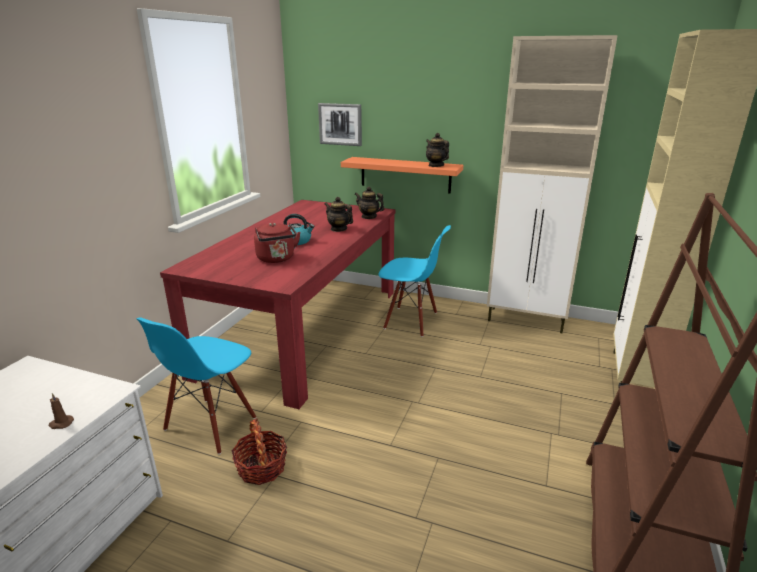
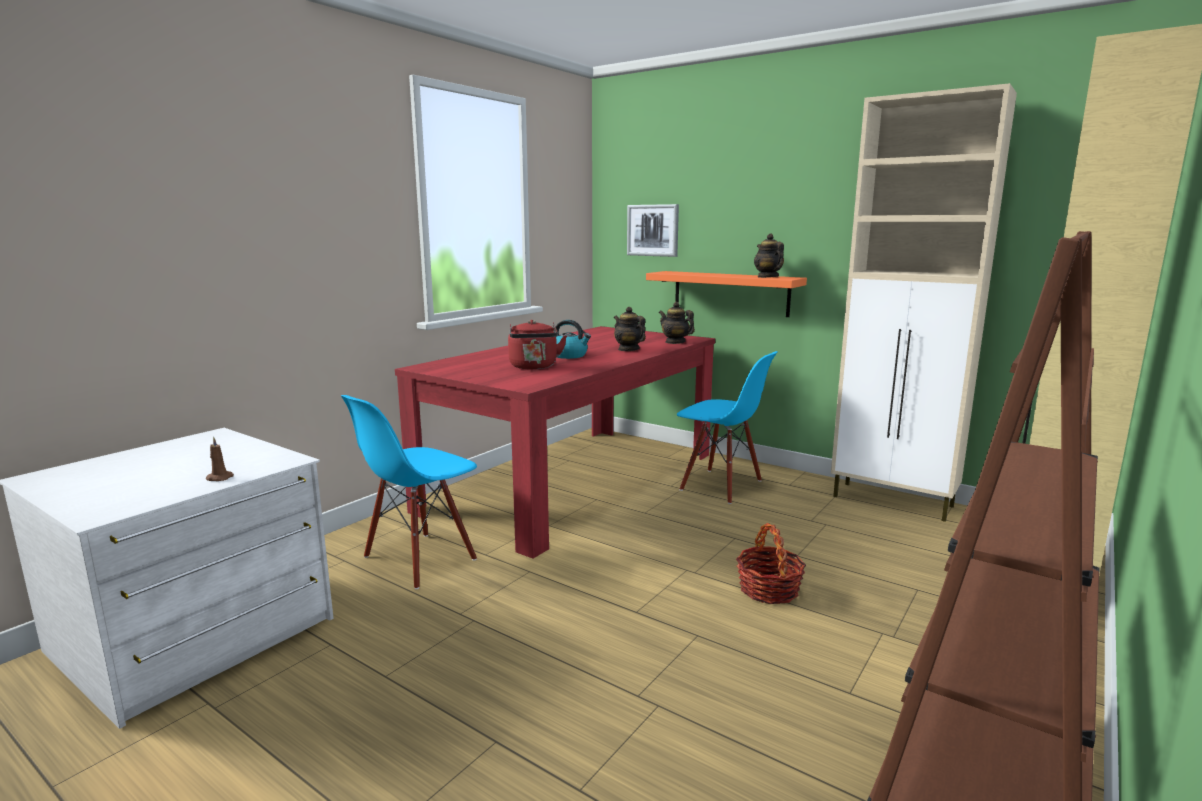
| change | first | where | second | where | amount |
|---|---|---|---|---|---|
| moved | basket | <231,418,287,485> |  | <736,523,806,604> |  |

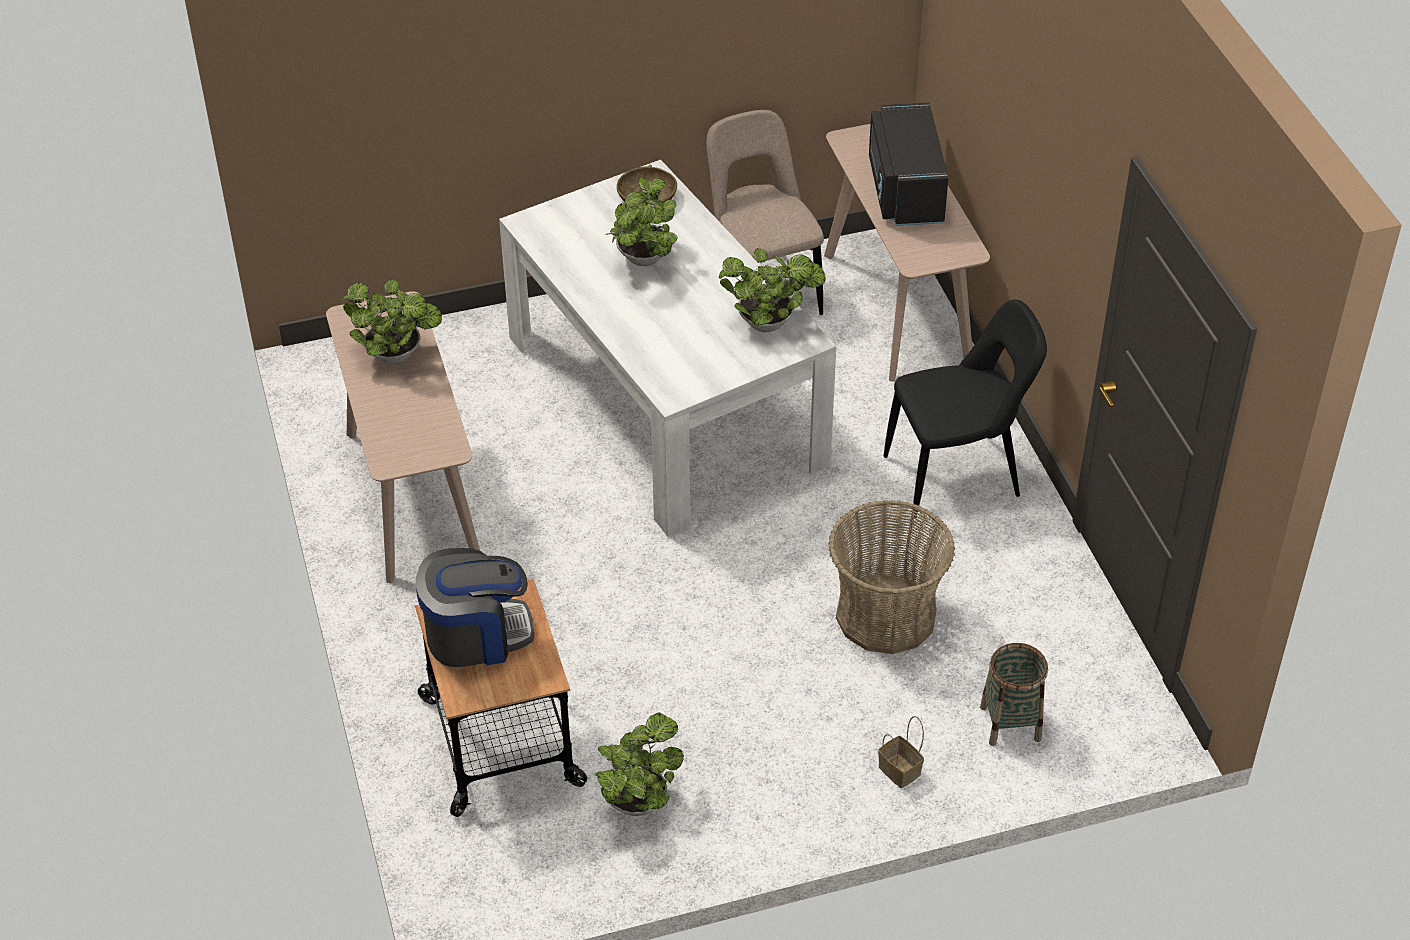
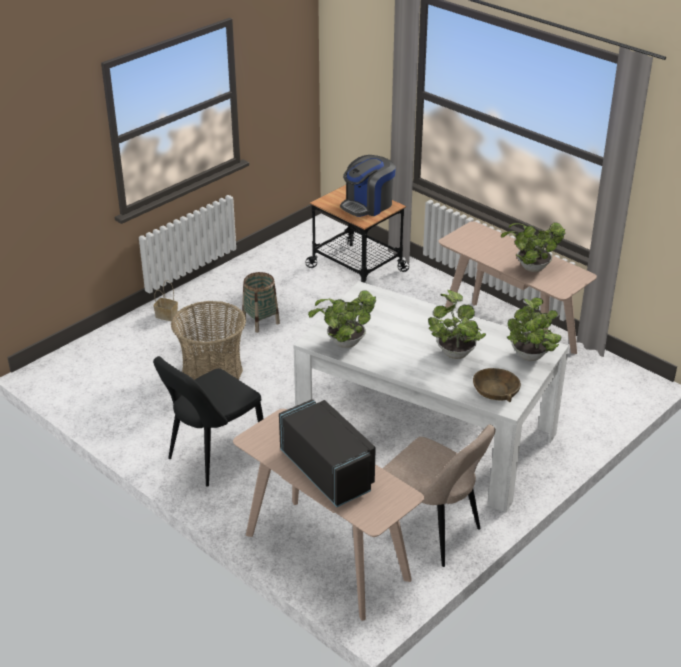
| change | first | where | second | where | amount |
|---|---|---|---|---|---|
| moved | basket | <980,643,1048,746> |  | <242,272,280,333> |  |
| moved | potted plant | <595,712,684,816> |  | <507,297,562,361> |  |

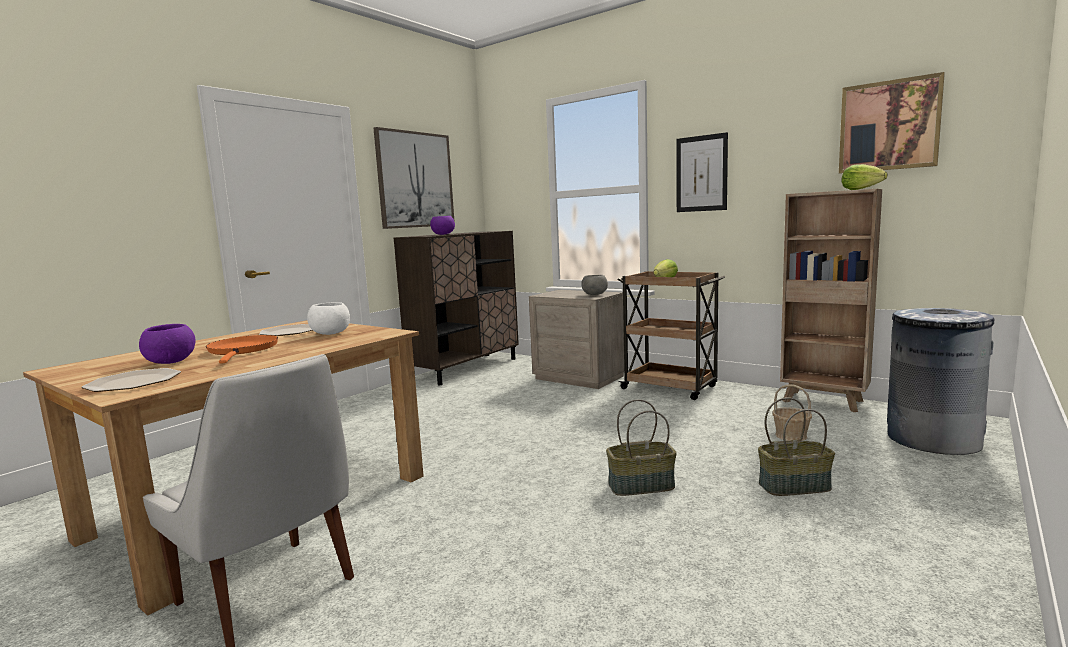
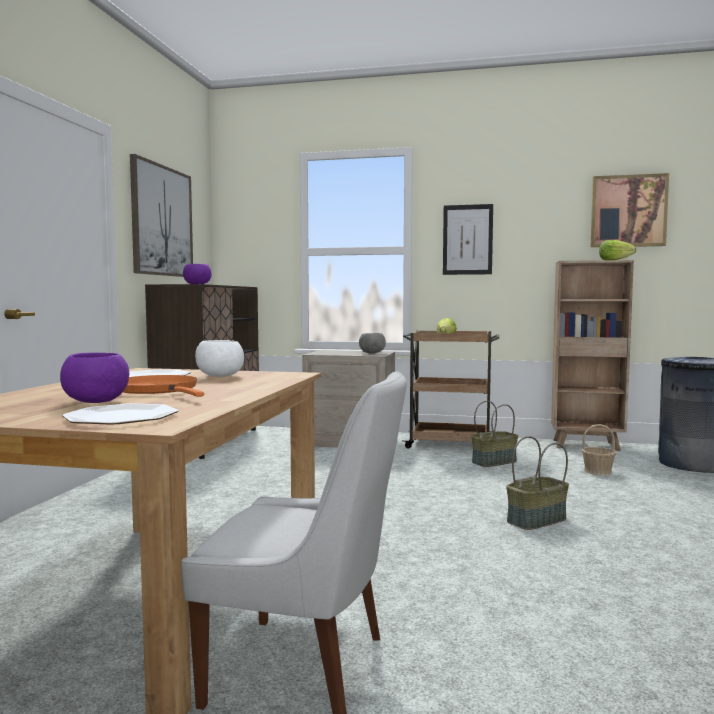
| change | first | where | second | where | amount |
|---|---|---|---|---|---|
| moved | basket | <758,397,835,496> |  | <471,401,518,467> |  |

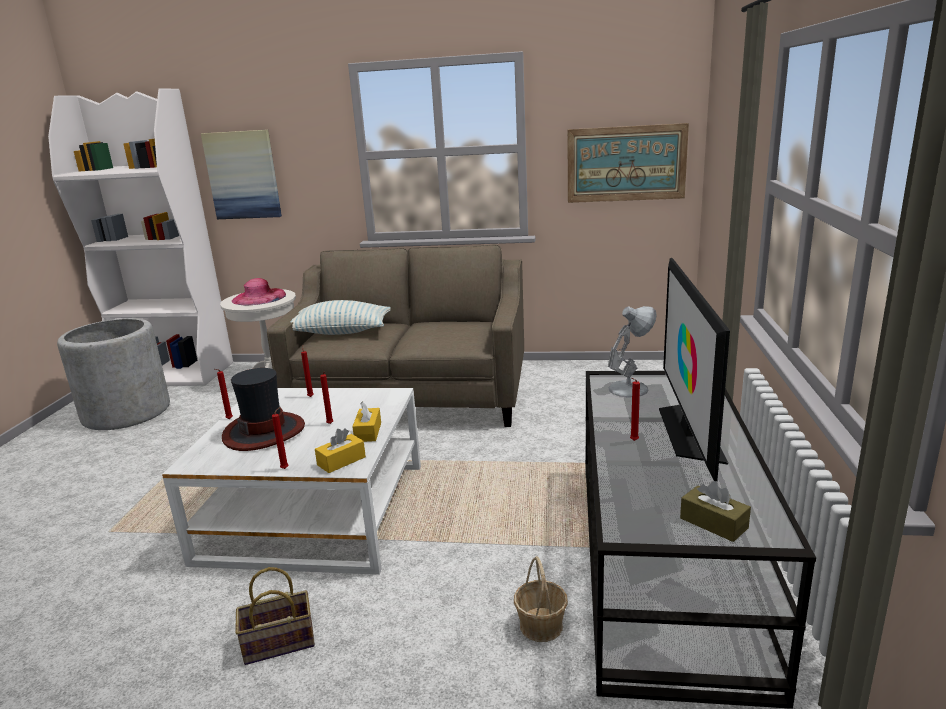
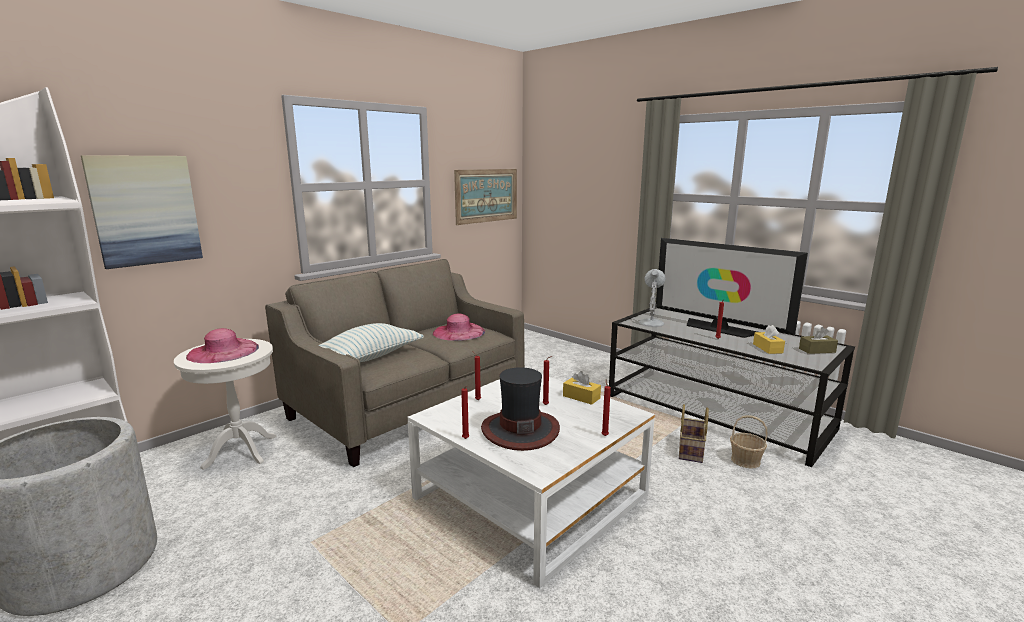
| change | first | where | second | where | amount |
|---|---|---|---|---|---|
| added |  |  | pink hat | <433,313,485,341> |  |
| moved | basket | <235,567,315,665> |  | <679,404,709,463> |  |
| moved | yellow tissue box | <315,428,366,473> |  | <753,325,785,354> |  |

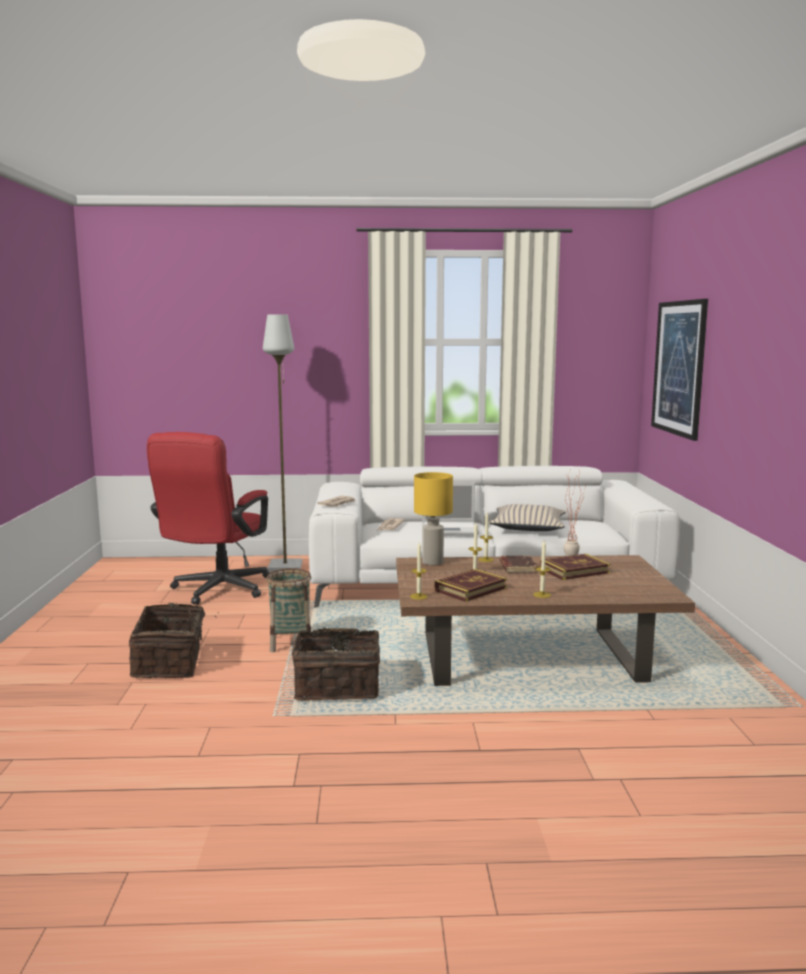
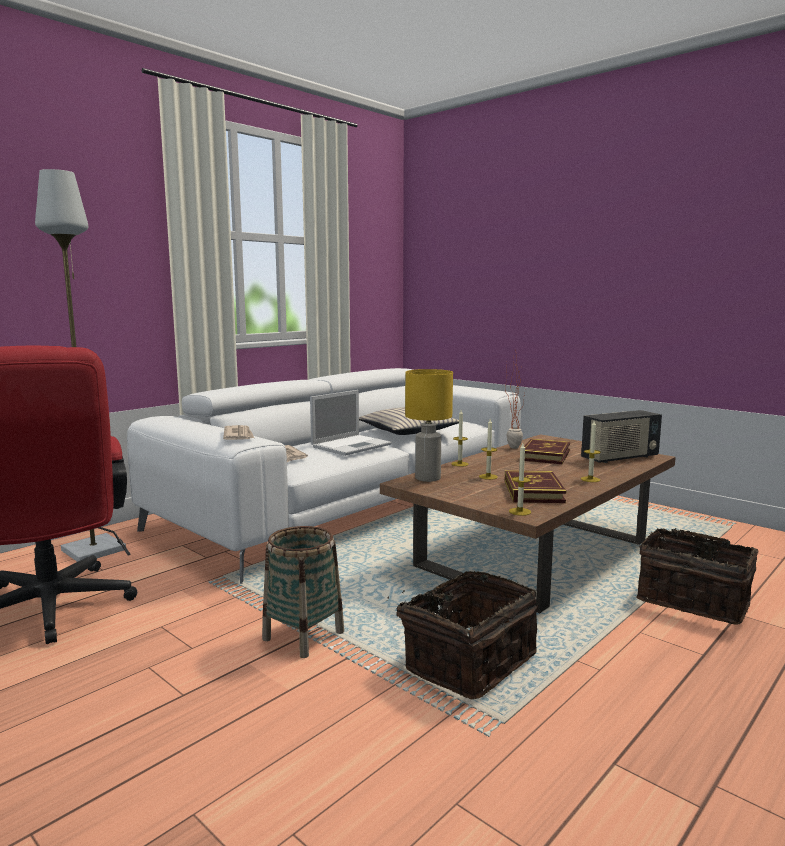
| change | first | where | second | where | amount |
|---|---|---|---|---|---|
| added |  |  | radio | <581,410,662,463> |  |
| moved | basket | <129,603,219,678> |  | <636,528,758,625> |  |
| removed | brown book | <500,556,537,573> |  |  |  |
| removed | picture | <651,299,708,441> |  |  |  |

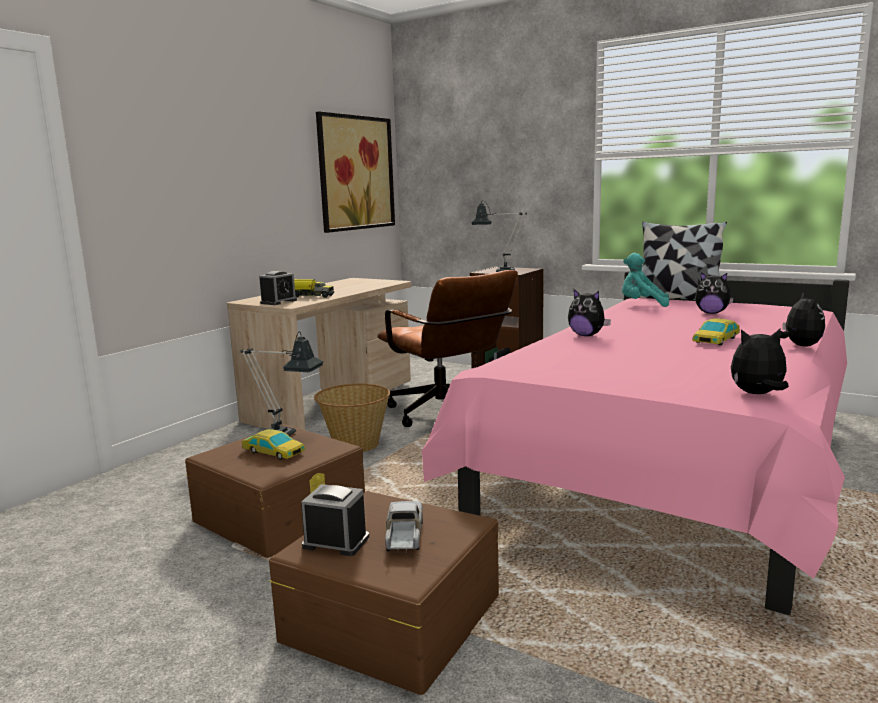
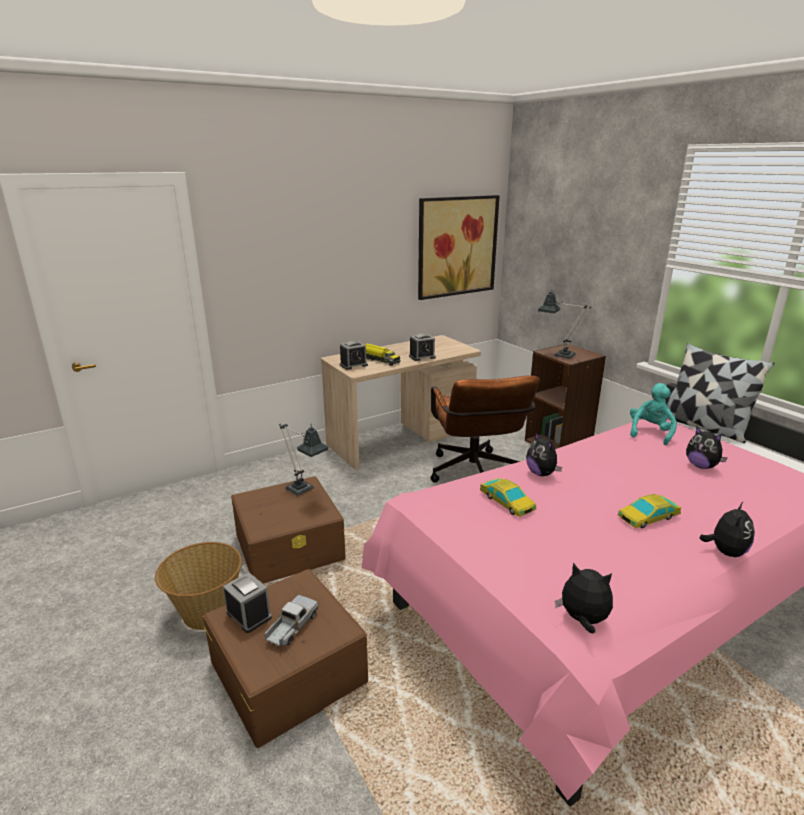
| change | first | where | second | where | amount |
|---|---|---|---|---|---|
| moved | basket | <314,384,390,452> |  | <155,542,242,630> |  |
| added |  |  | alarm clock | <409,334,436,361> |  |
| moved | toy car | <242,429,305,460> |  | <480,478,536,517> |  |
| turned | turquoise plush toy | <622,253,669,307> |  | <630,383,677,445> | 75 degrees clockwise |

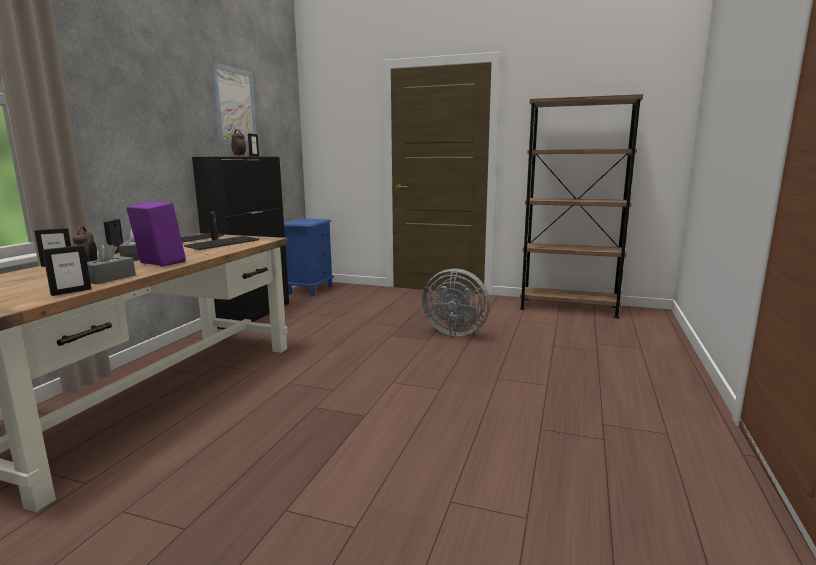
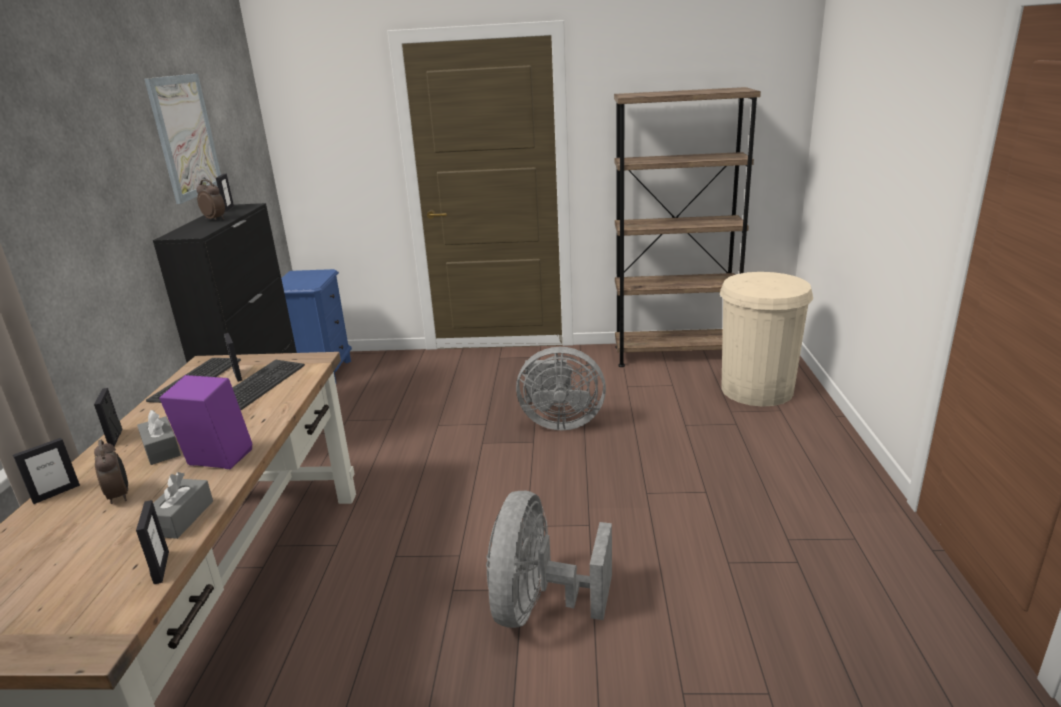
| change | first | where | second | where | amount |
|---|---|---|---|---|---|
| turned | picture frame | <42,245,91,296> |  | <136,500,169,584> | 45 degrees counterclockwise |
| added |  |  | grey fan | <486,491,612,628> |  |
| added |  |  | beige trash can | <720,272,813,407> |  |

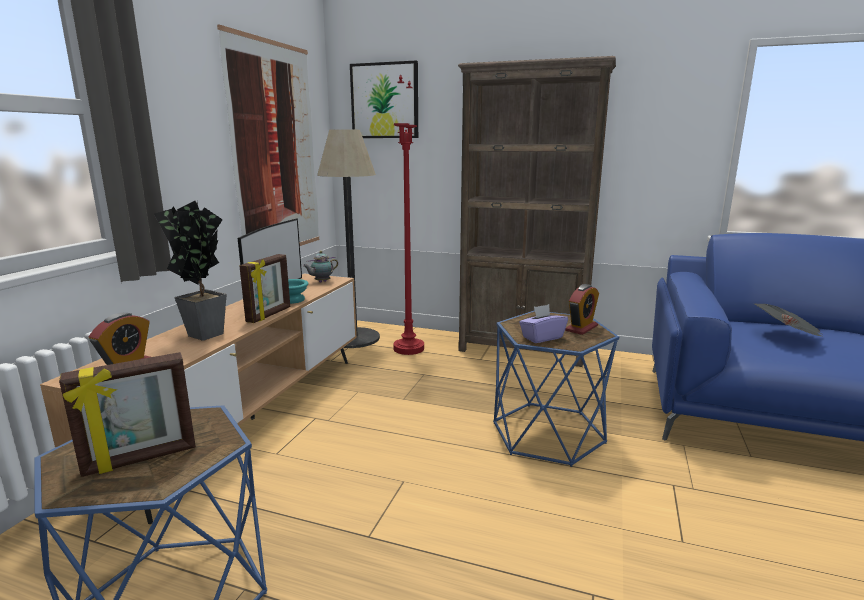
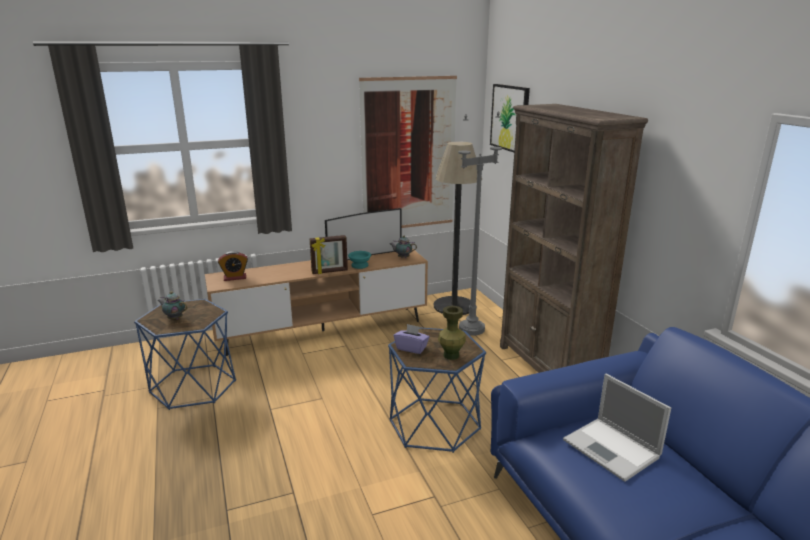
| change | first | where | second | where | amount |
|---|---|---|---|---|---|
| replaced | picture frame | <59,352,196,477> | teapot | <157,291,187,319> |  |
| replaced | alarm clock | <565,284,599,335> | green vase | <438,306,466,360> |  |
| recoloured | red floor lamp | <393,75,424,355> | grey floor lamp | <458,111,502,336> |  |
| replaced | newspaper | <754,304,822,336> | laptop | <563,374,671,482> |  |
| removed | potted plant | <154,201,227,341> |  |  |  |

